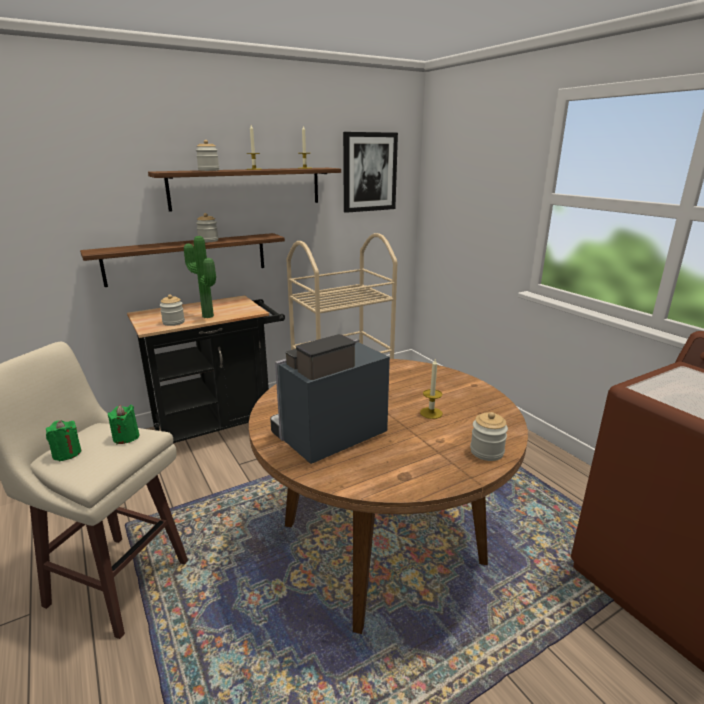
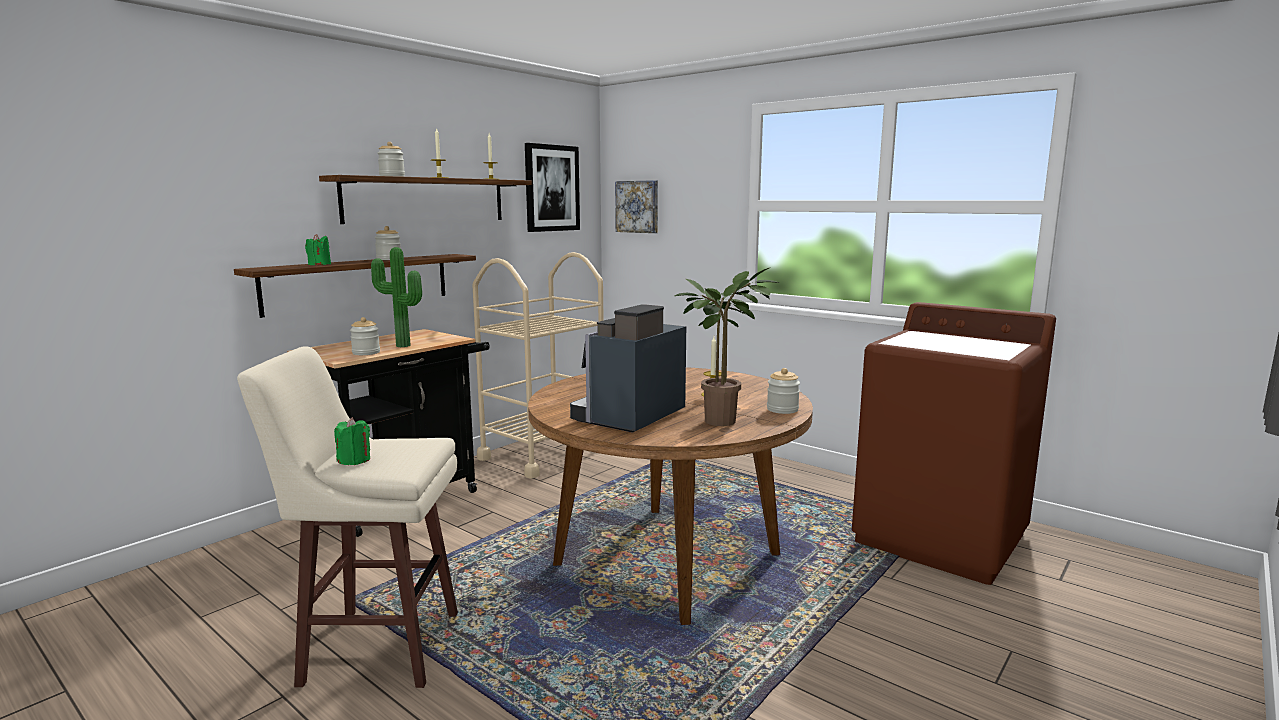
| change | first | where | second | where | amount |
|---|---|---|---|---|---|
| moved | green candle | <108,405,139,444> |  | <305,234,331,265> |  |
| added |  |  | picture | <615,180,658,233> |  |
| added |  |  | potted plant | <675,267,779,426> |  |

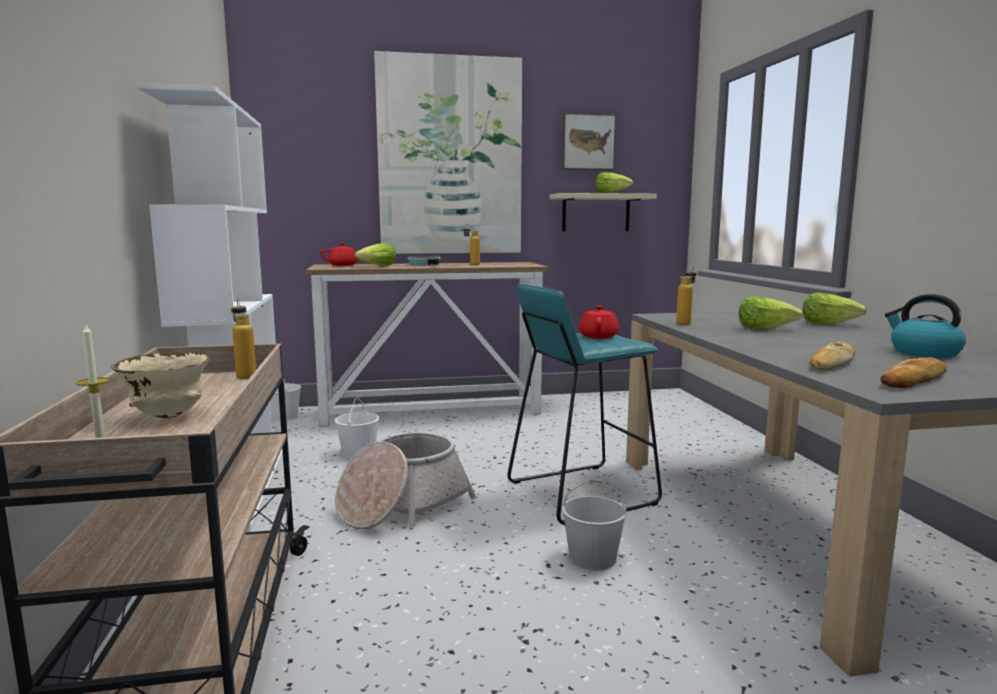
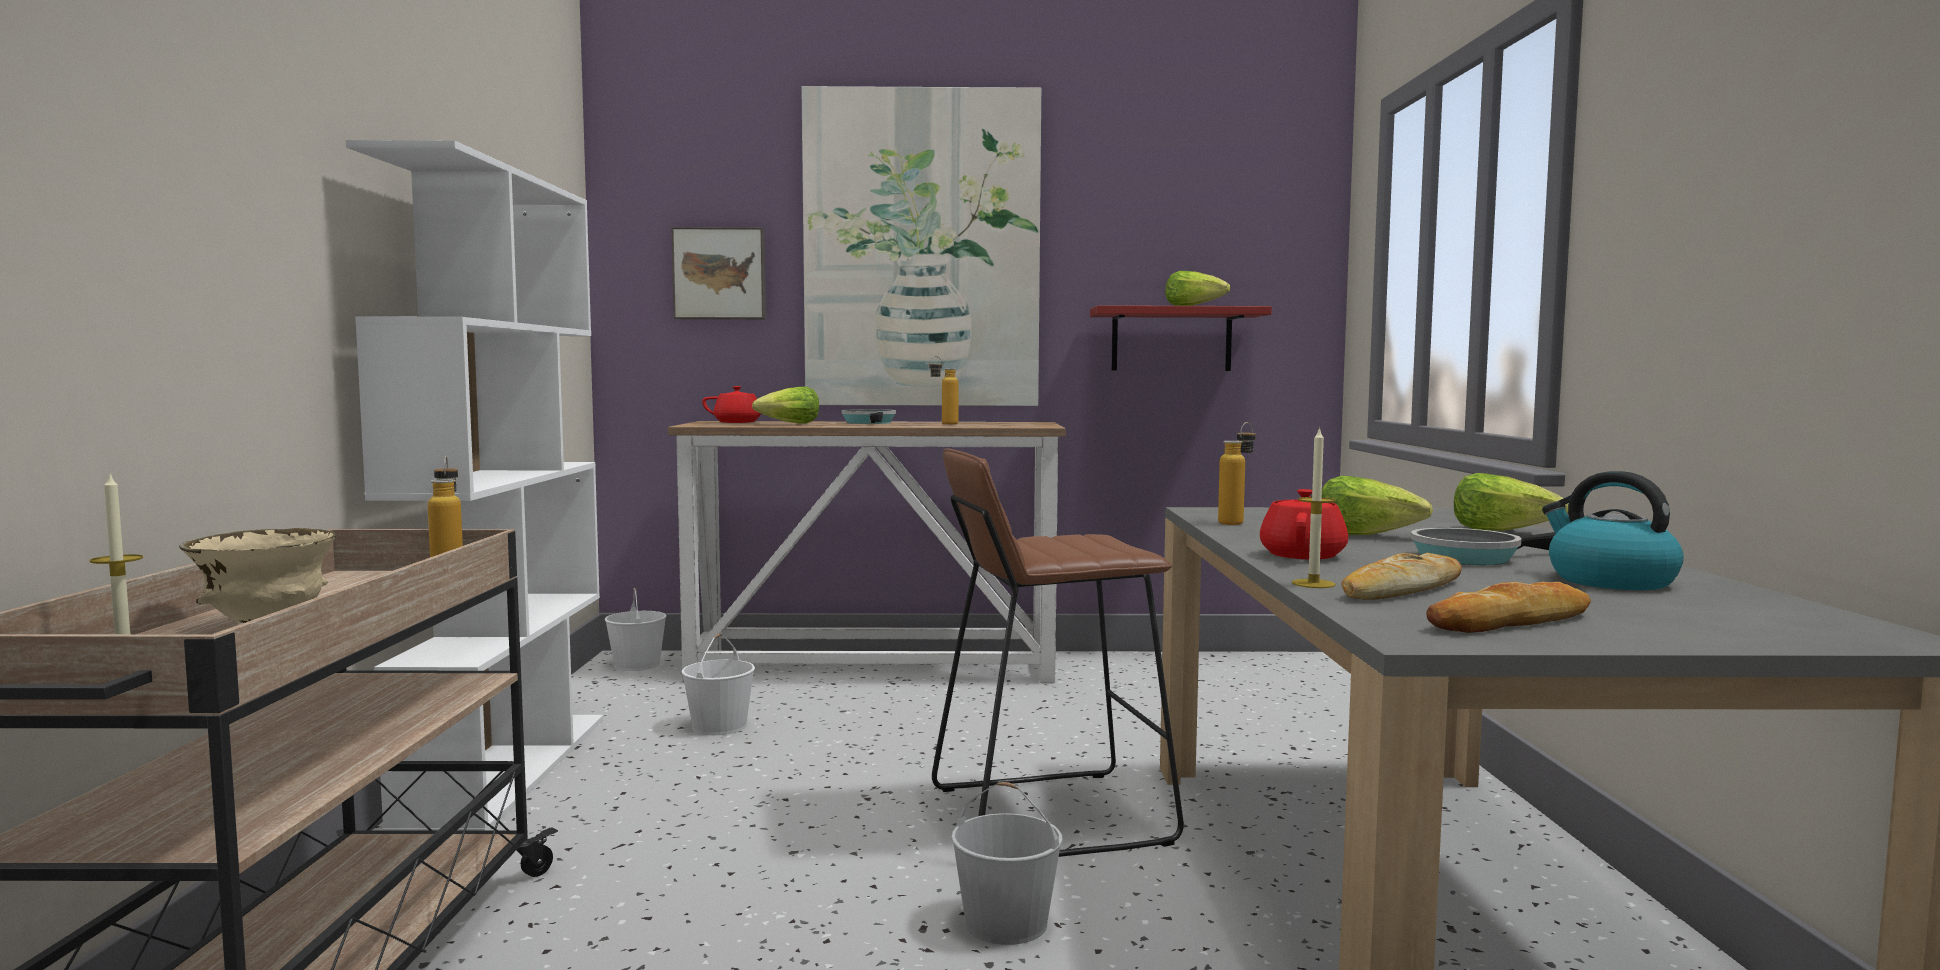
| change | first | where | second | where | amount |
|---|---|---|---|---|---|
| moved | picture | <562,113,616,170> |  | <671,227,766,319> |  |
| recoloured | turquoise stool | <508,284,662,526> | brown stool | <932,449,1184,857> |  |
| recoloured | beige shelf | <550,193,657,231> | red shelf | <1090,305,1272,371> |  |
| moved | red teapot | <579,305,619,339> |  | <1260,489,1348,559> |  |
| added |  |  | candle | <1292,427,1336,588> |  |
| added |  |  | frying pan | <1410,528,1555,565> |  |
| removed | basket | <335,433,476,529> |  |  |  |

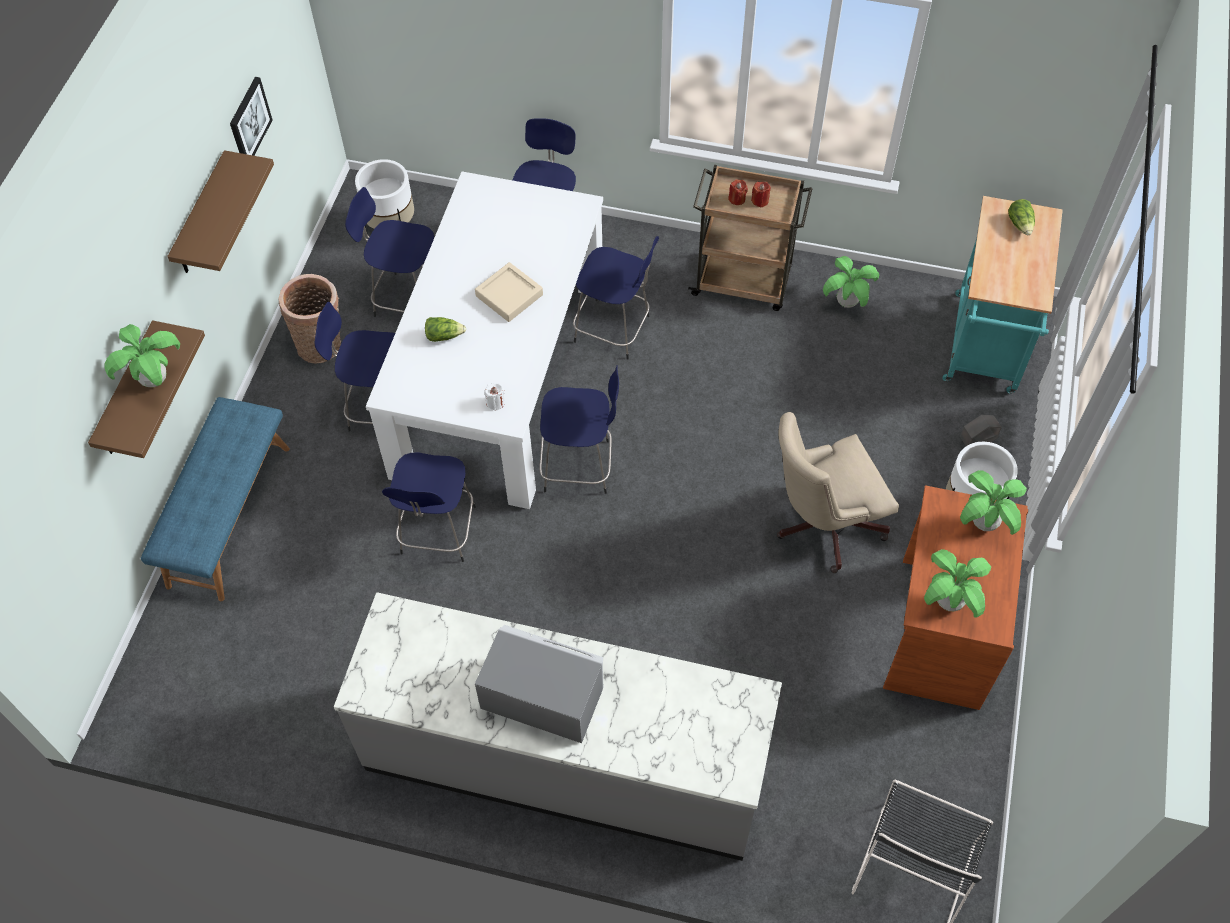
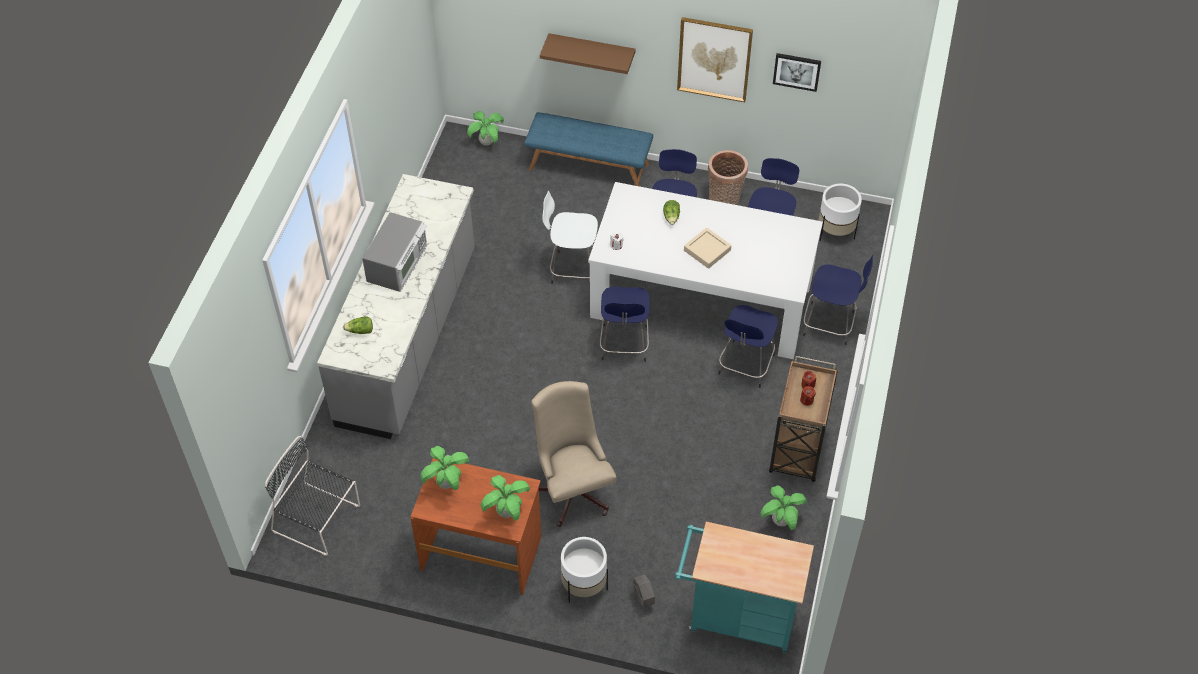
| change | first | where | second | where | amount |
|---|---|---|---|---|---|
| moved | lettuce | <1008,199,1035,235> |  | <343,316,373,334> |  |
| moved | potted plant | <104,324,180,387> |  | <467,111,504,146> |  |
| recoloured | blue stool | <382,453,476,562> | white stool | <542,191,598,284> |  |
| replaced | brown shelf | <167,150,274,273> | picture | <677,17,753,102> |  |

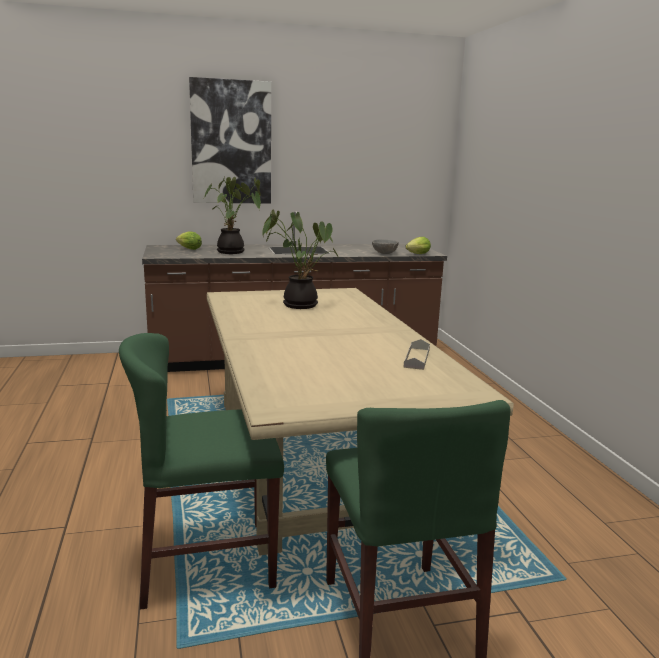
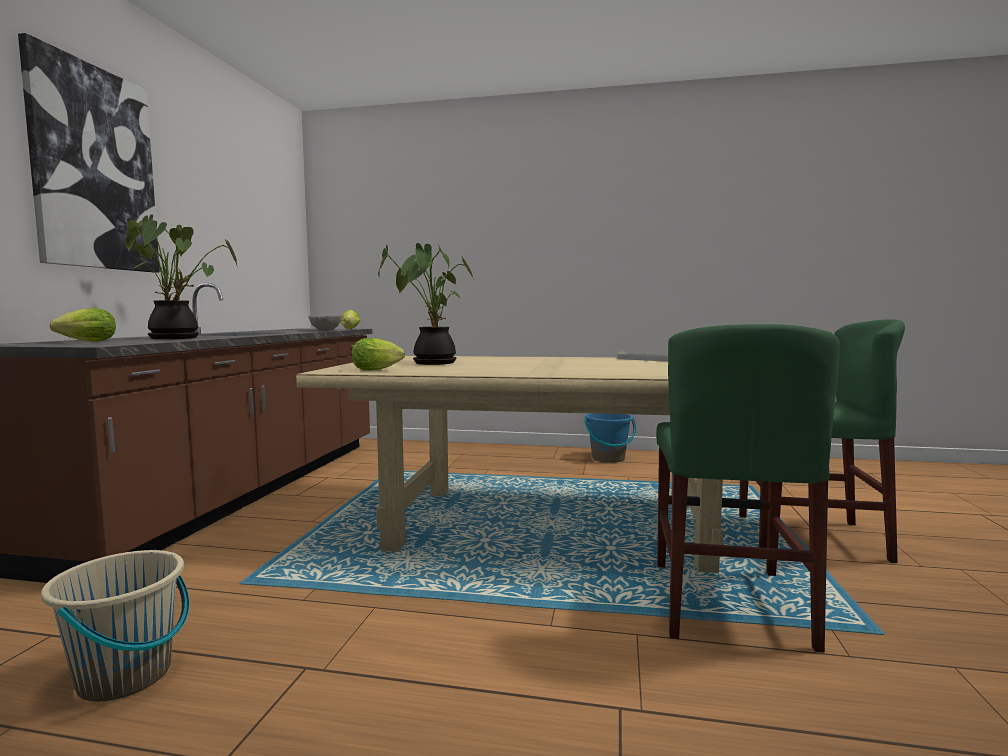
| change | first | where | second | where | amount |
|---|---|---|---|---|---|
| added |  |  | beige bucket | <41,549,189,702> |  |
| added |  |  | lettuce | <352,338,405,371> |  |
| added |  |  | blue bucket | <584,413,636,463> |  |

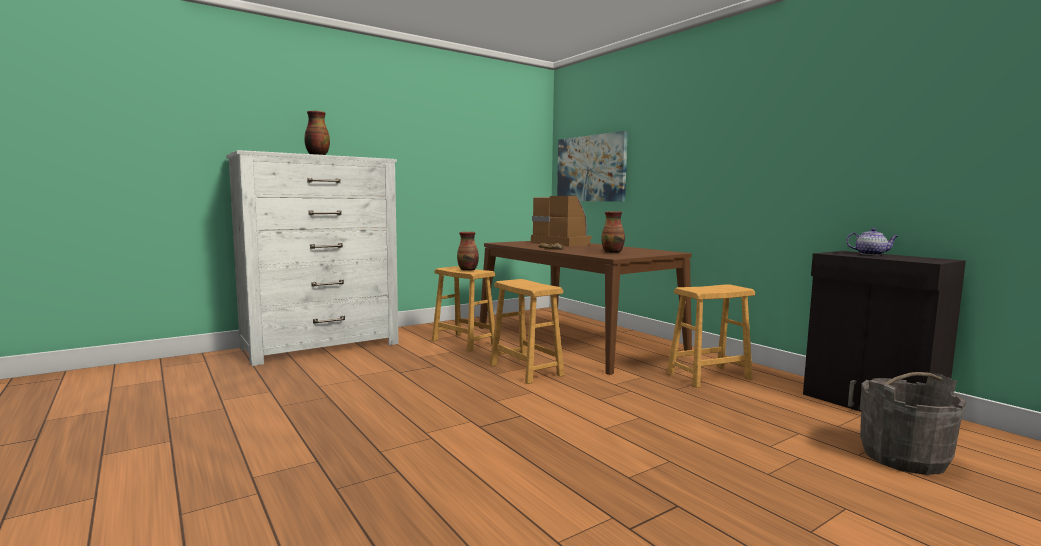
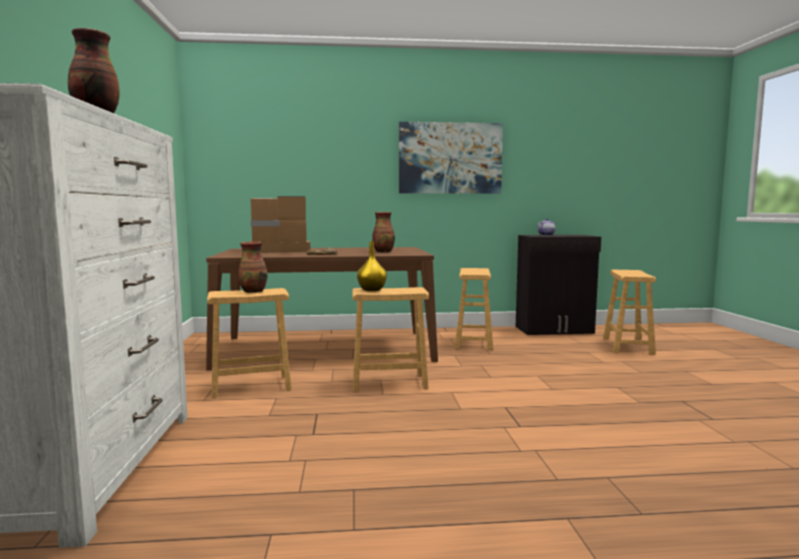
| change | first | where | second | where | amount |
|---|---|---|---|---|---|
| added |  |  | yellow vase | <357,241,387,291> |  |
| moved | picture | <557,131,628,202> |  | <399,122,503,194> |  |
| replaced | grey bucket | <860,372,966,475> | brown stool | <603,270,656,355> |  |

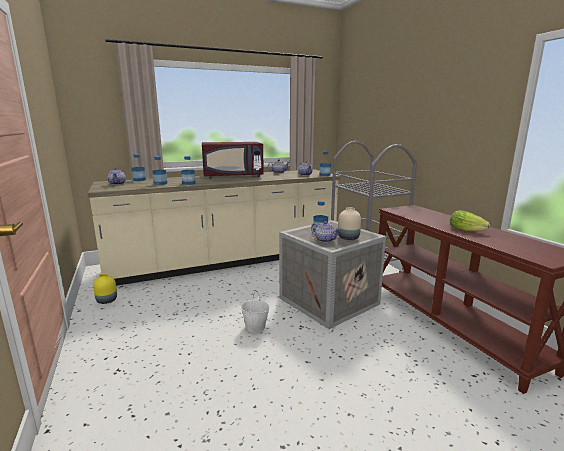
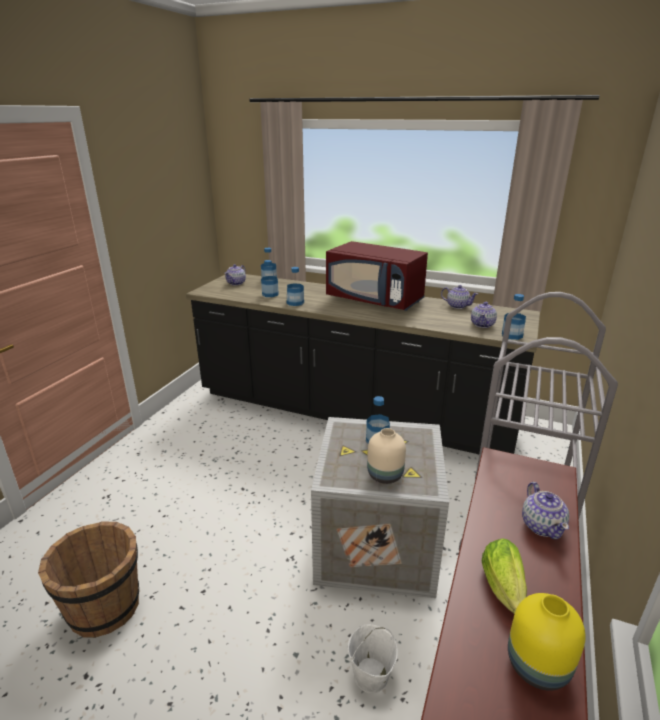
| change | first | where | second | where | amount |
|---|---|---|---|---|---|
| added |  |  | brown bucket | <38,521,139,638> |  |
| recoloured | beige counter | <87,169,341,286> | black counter | <186,274,540,454> |  |
| moved | white bucket | <241,291,270,333> |  | <348,624,398,694> |  |
| moved | yellow vase | <93,274,117,304> |  | <508,593,585,691> |  |
| moved | teapot | <311,221,340,243> |  | <522,482,569,540> |  |

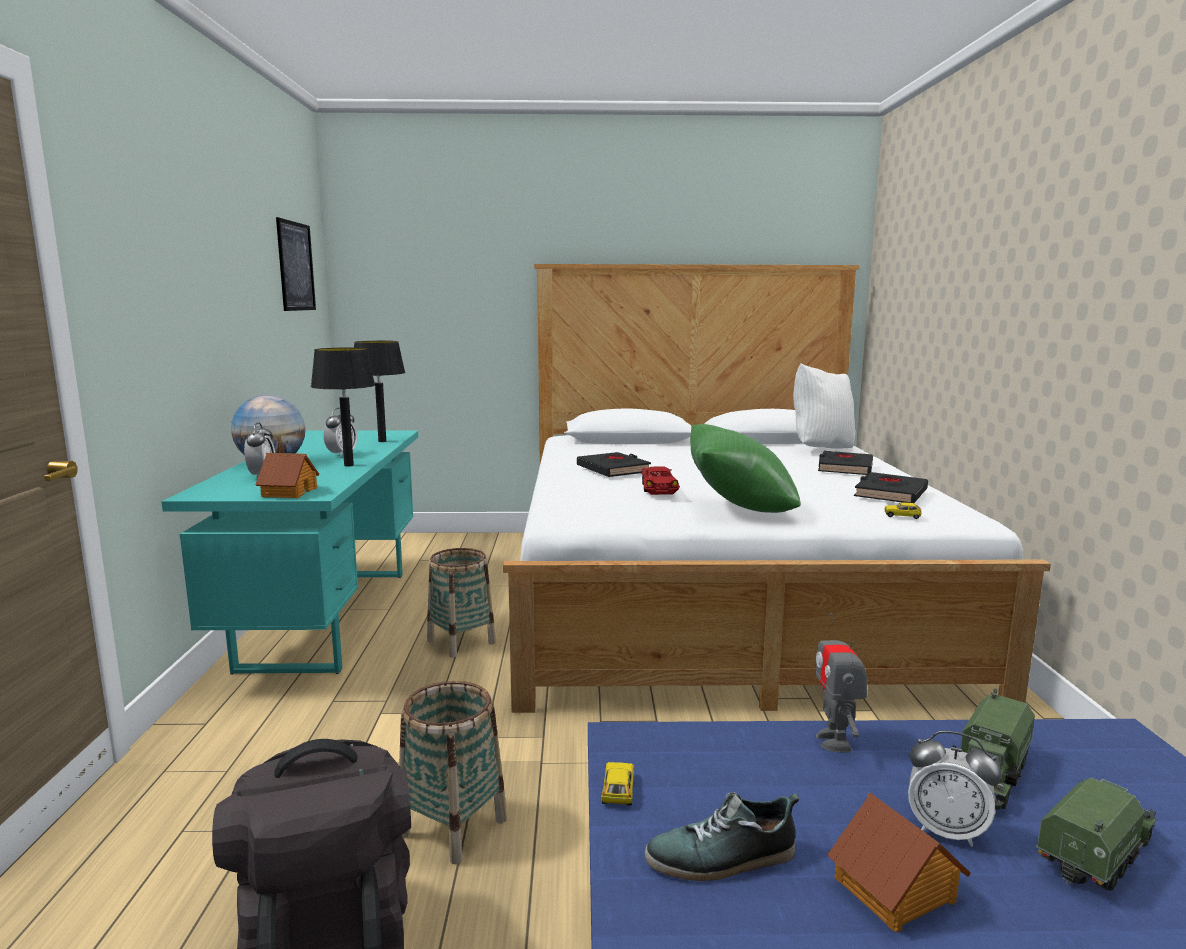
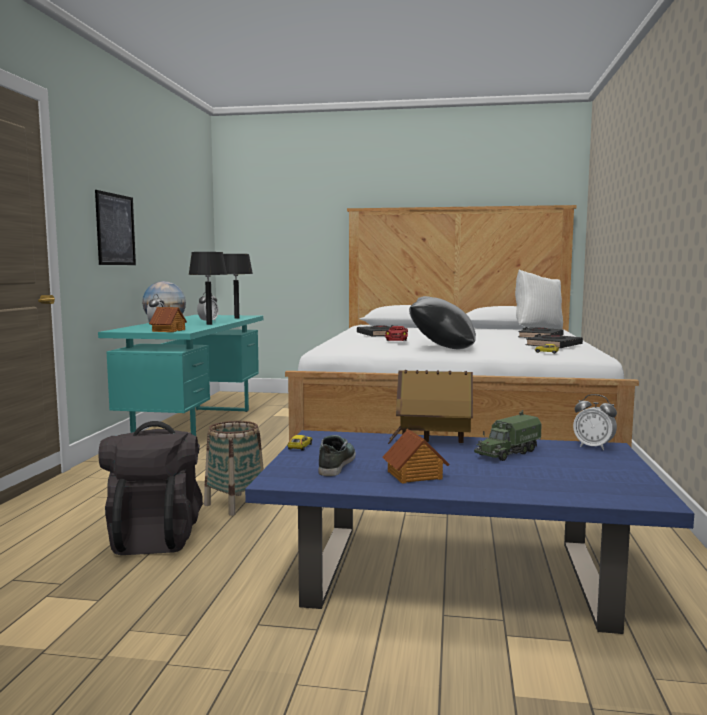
| change | first | where | second | where | amount |
|---|---|---|---|---|---|
| moved | picture | <276,217,316,311> |  | <95,190,136,265> |  |
| turned | shoe | <645,792,799,881> |  | <318,435,356,476> | 105 degrees clockwise |
| replaced | toy robot | <815,613,867,752> | toy house | <388,370,473,444> |  |
| recoloured | green pillow | <690,424,801,513> | black pillow | <409,296,476,350> |  |
| moved | alarm clock | <908,731,1002,847> |  | <573,394,617,450> |  |
| removed | basket | <427,548,496,657> |  |  |  |
| removed | toy truck | <1036,778,1156,891> |  |  |  |

